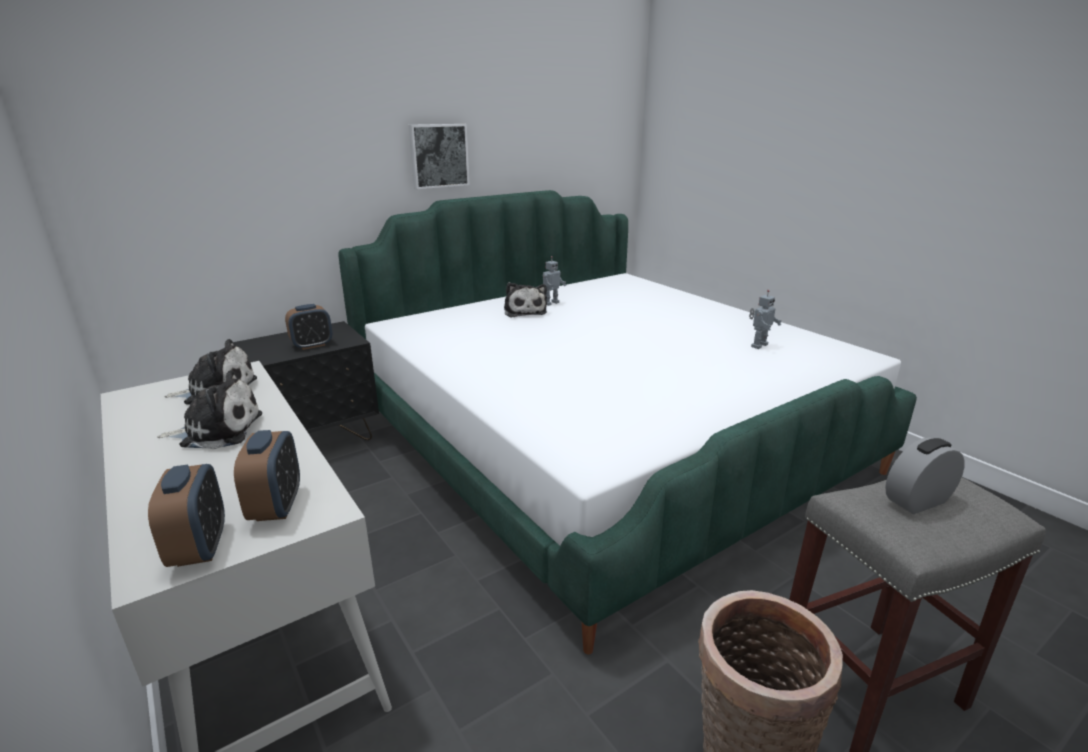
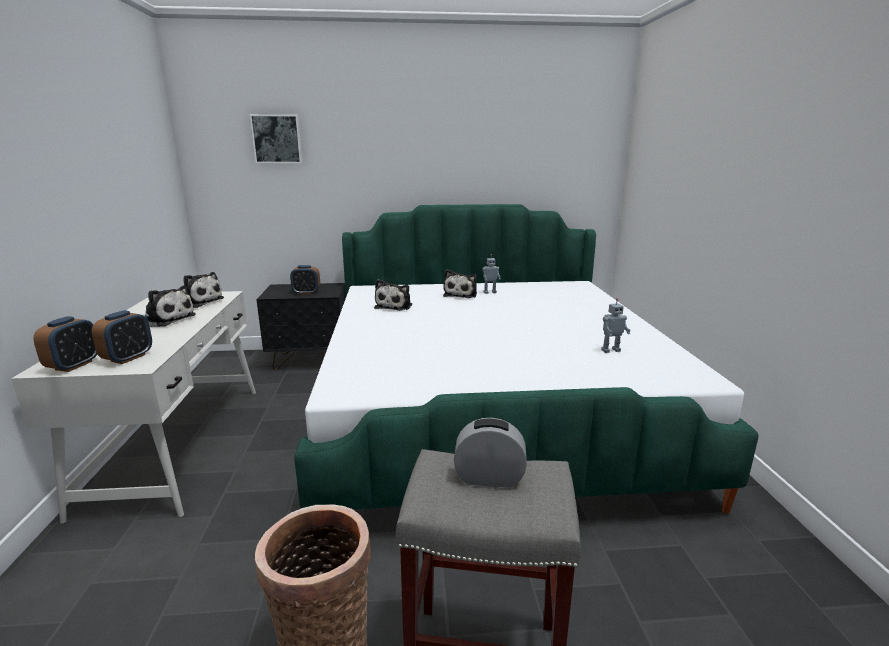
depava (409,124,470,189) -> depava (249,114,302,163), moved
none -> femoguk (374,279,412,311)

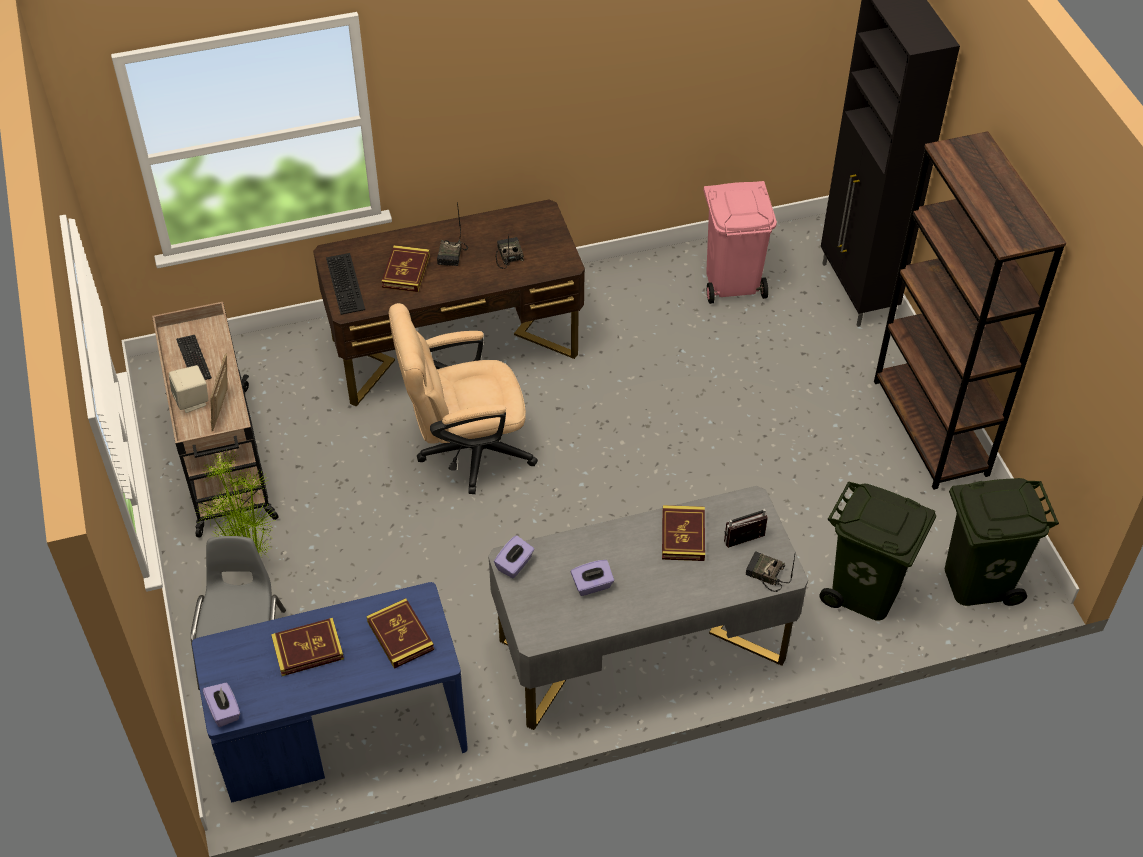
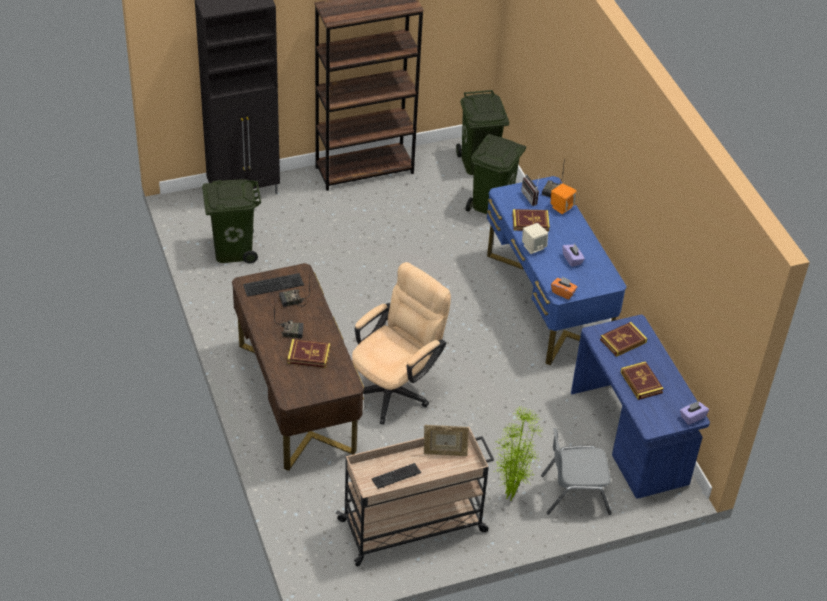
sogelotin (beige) (169,365,208,413) -> sogelotin (beige) (522,223,548,254), moved
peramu (326,253,365,315) -> peramu (243,273,304,297), moved
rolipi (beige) (388,303,538,494) -> rolipi (beige) (352,262,451,425), 120 degrees counterclockwise
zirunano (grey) (488,486,808,730) -> zirunano (blue) (487,176,627,365)
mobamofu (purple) (494,535,534,578) -> mobamofu (orange) (551,276,577,300)
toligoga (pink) (703,181,777,304) -> toligoga (green) (202,180,261,263)
none -> sogelotin (orange) (551,183,577,214)

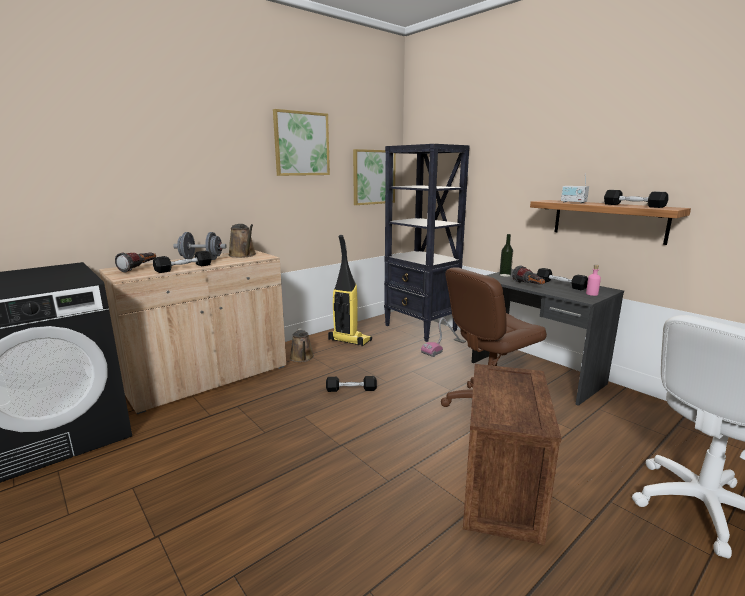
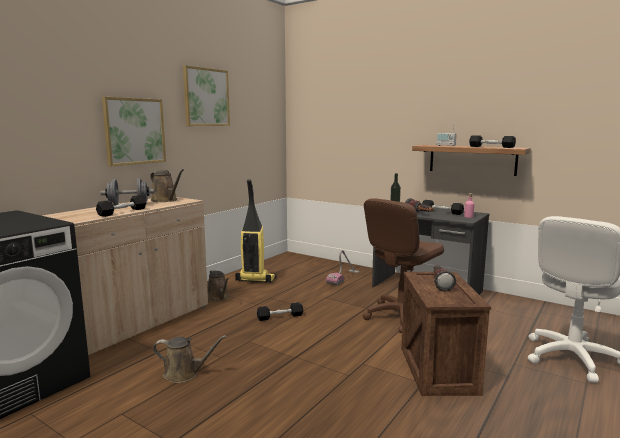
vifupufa (115,252,156,273) -> vifupufa (434,266,456,292), moved
depava (353,149,396,205) -> depava (102,97,166,166), moved
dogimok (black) (384,144,470,342) -> none
none -> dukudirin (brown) (153,335,227,383)

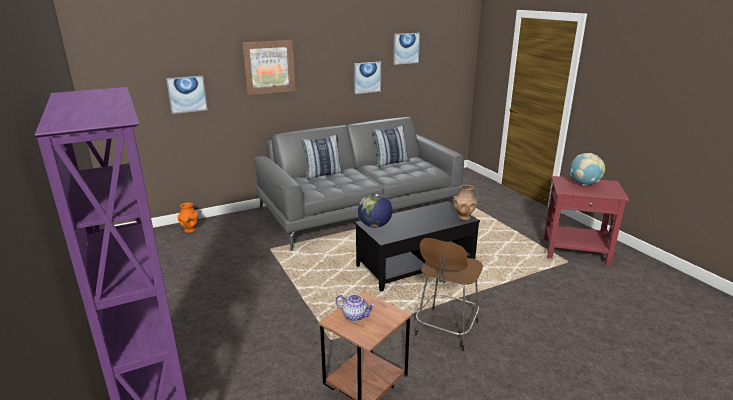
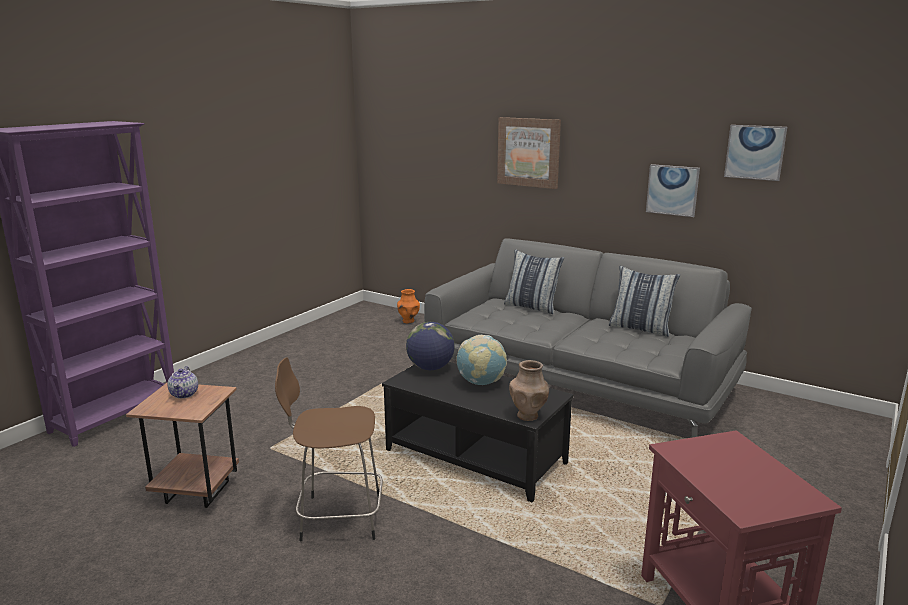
depava (166,76,208,114) -> none
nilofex (570,153,605,185) -> nilofex (456,335,507,385), moved

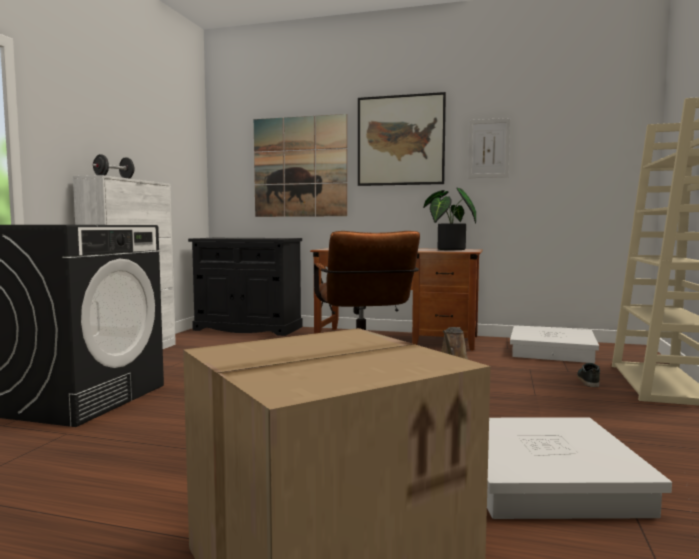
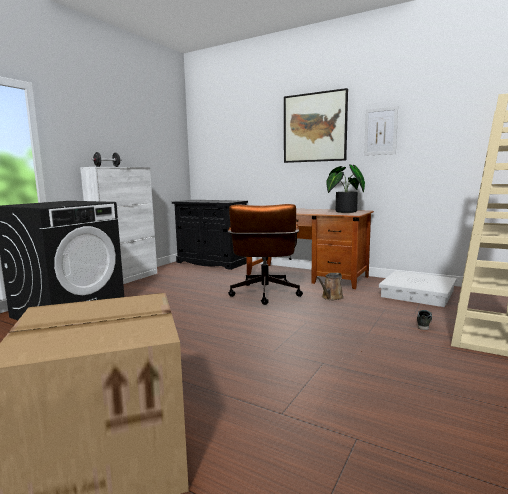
depava (254,114,347,217) -> none
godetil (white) (487,417,672,519) -> none

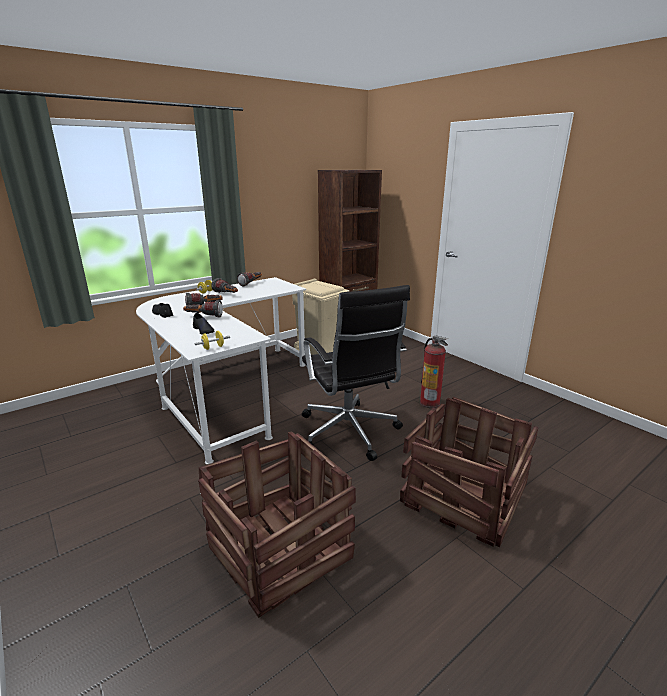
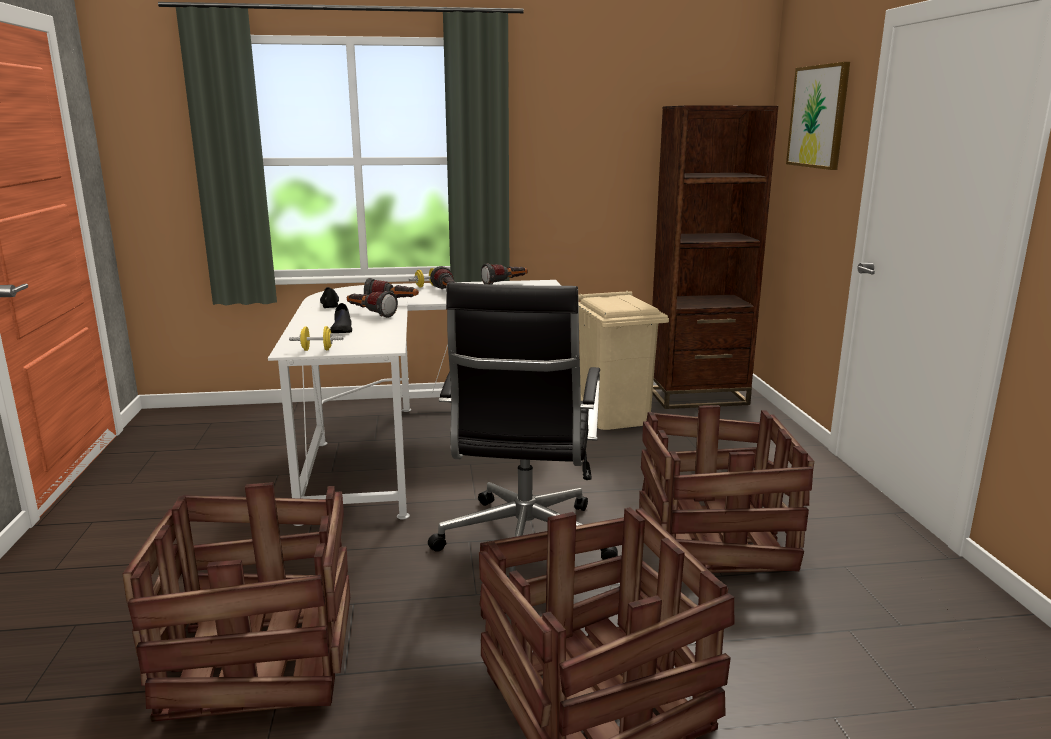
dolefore (420,335,449,408) -> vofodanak (639,405,814,573)
none -> depava (786,62,850,170)

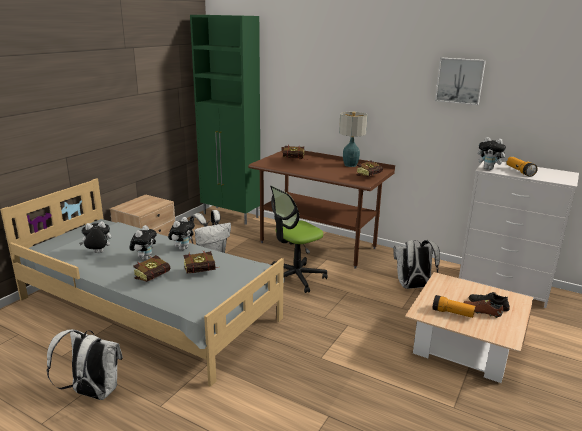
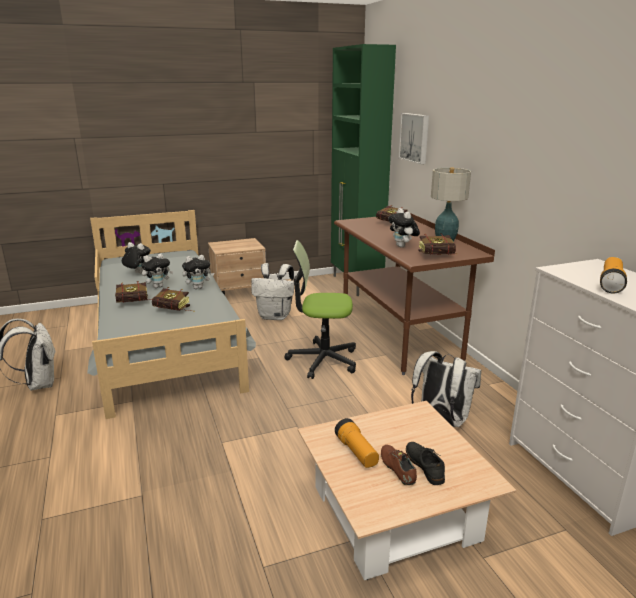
depava (435,58,486,105) -> depava (399,113,429,164), moved
femoguk (478,137,508,170) -> femoguk (388,208,420,248), moved

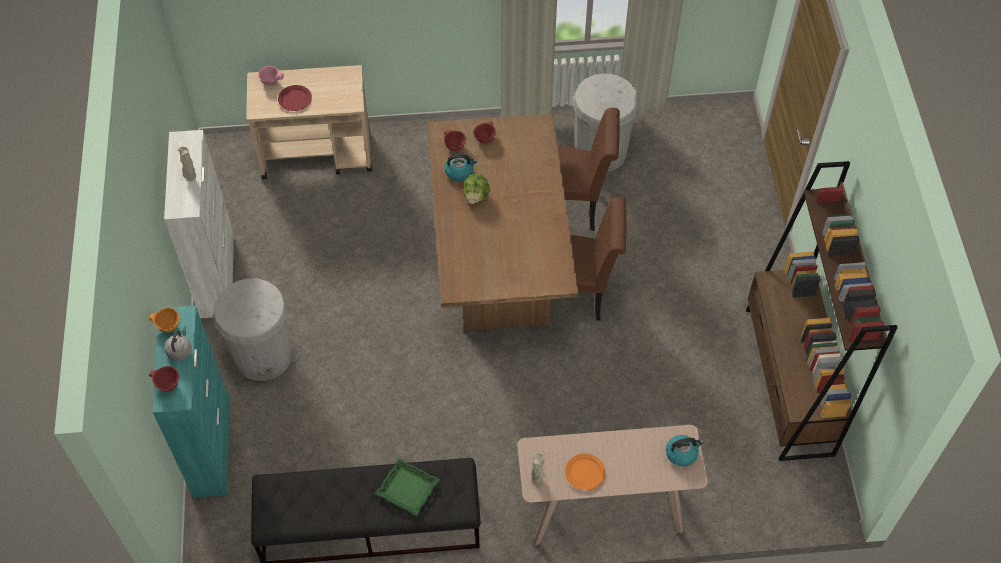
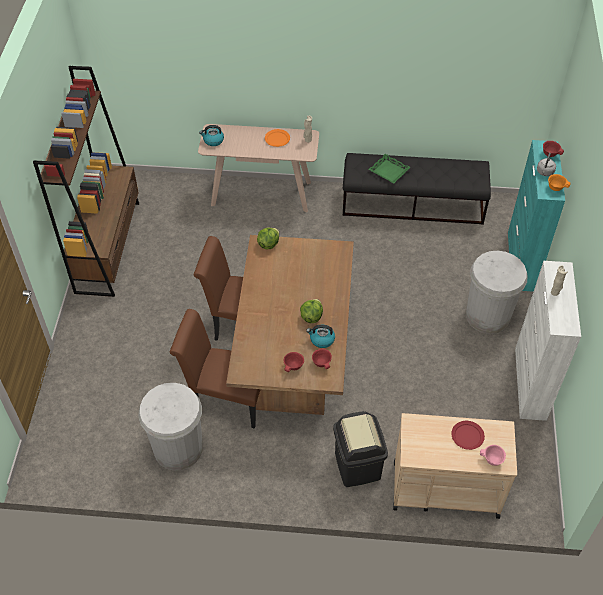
none -> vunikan (257,228,279,249)
none -> toligoga (black) (333,411,388,487)

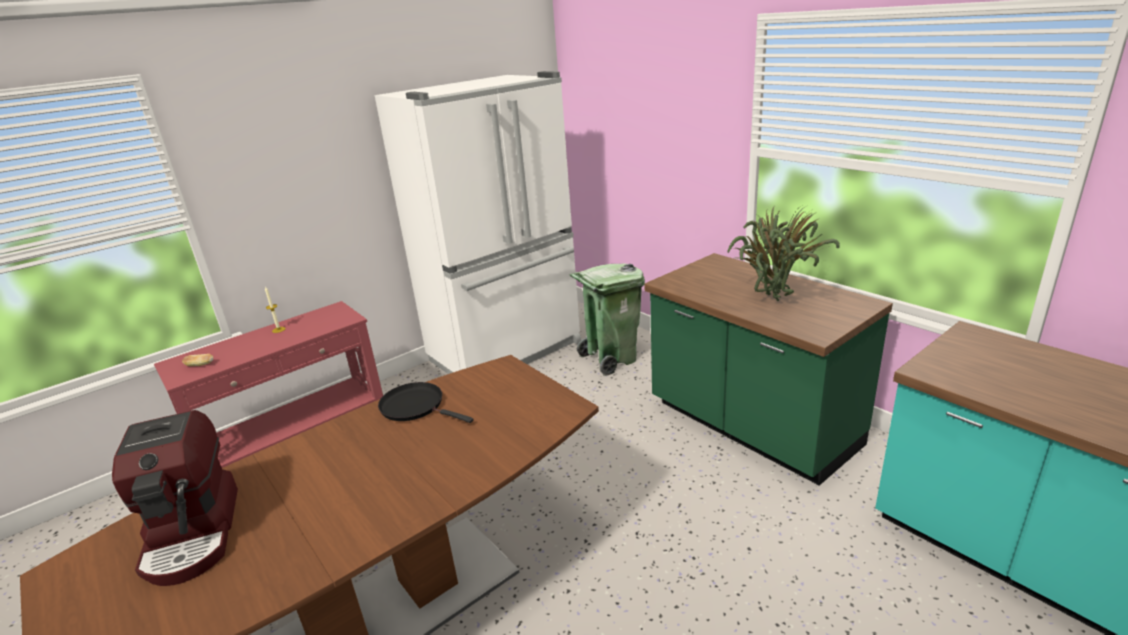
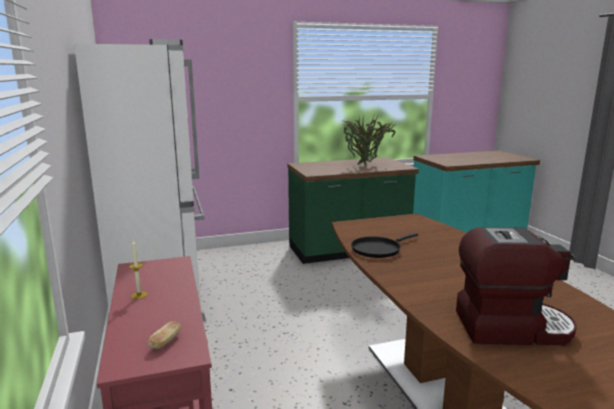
toligoga (green) (570,263,645,376) -> none

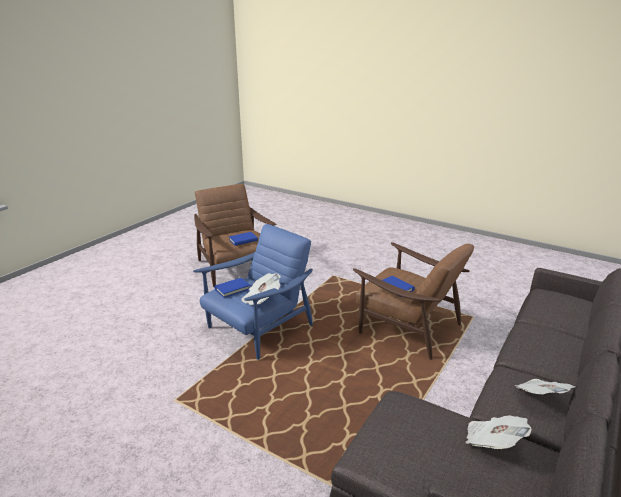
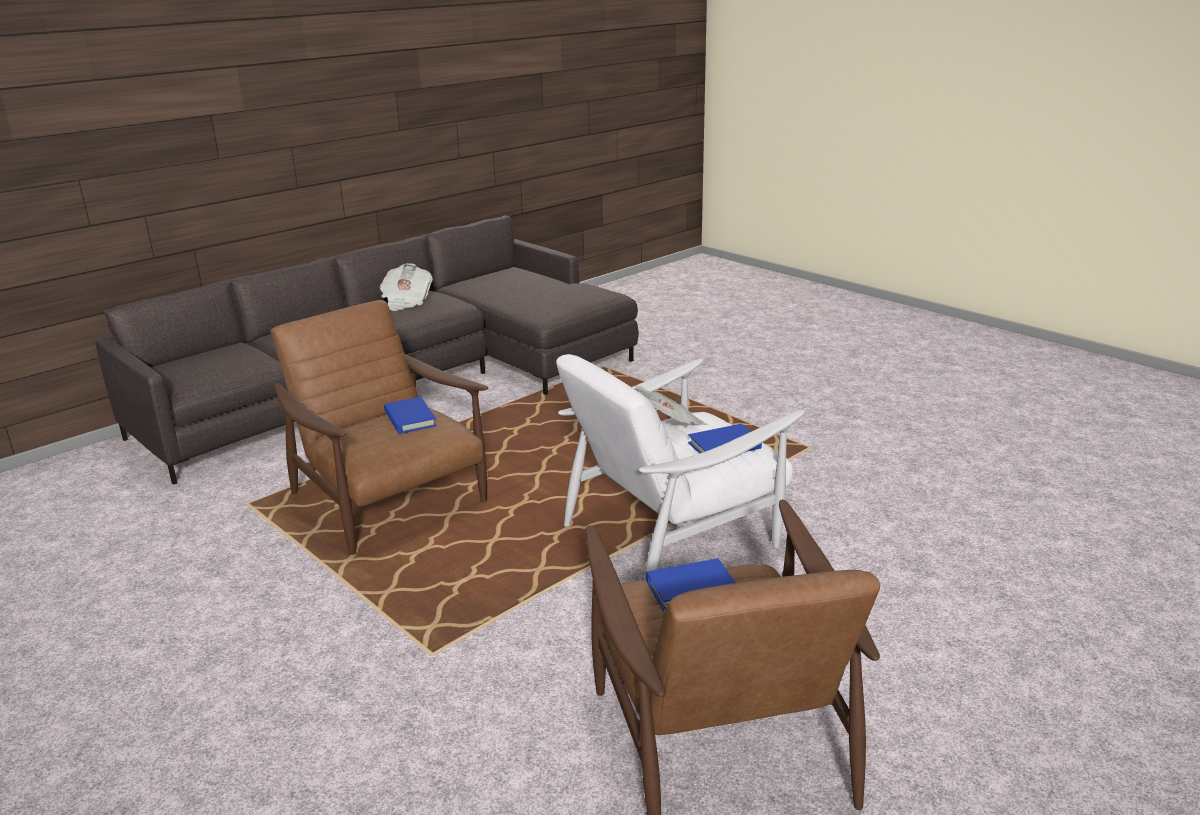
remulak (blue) (193,224,313,360) -> remulak (white) (556,354,805,580)
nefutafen (466,415,532,449) -> none

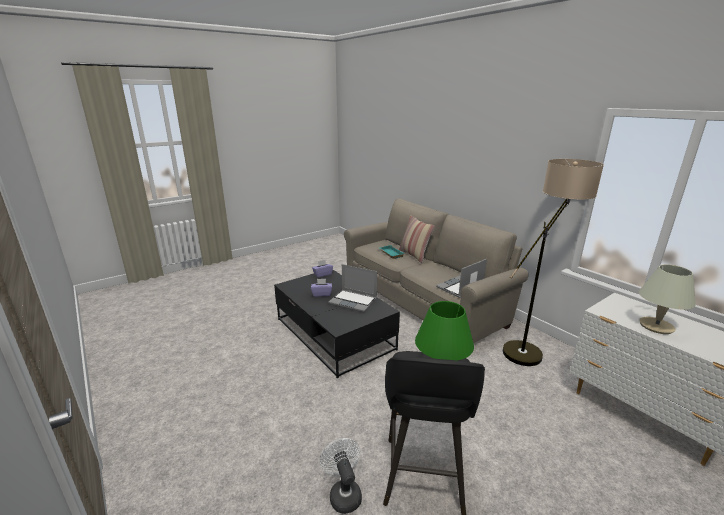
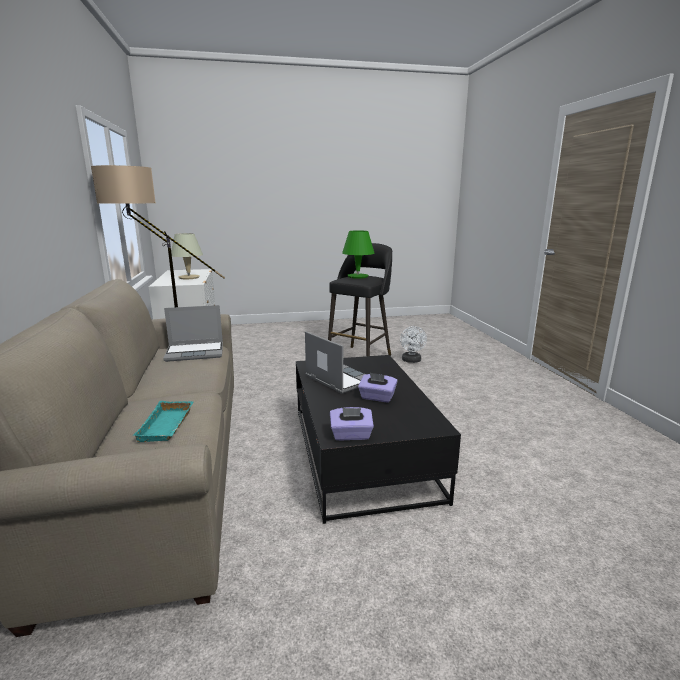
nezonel (399,215,435,263) -> none

